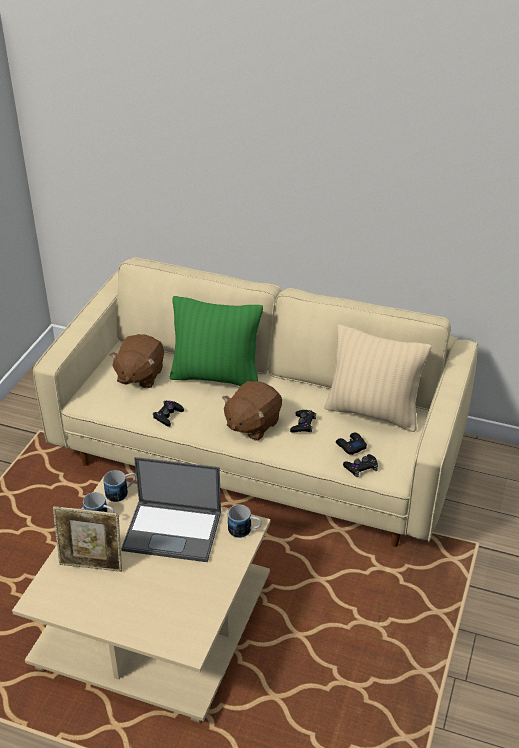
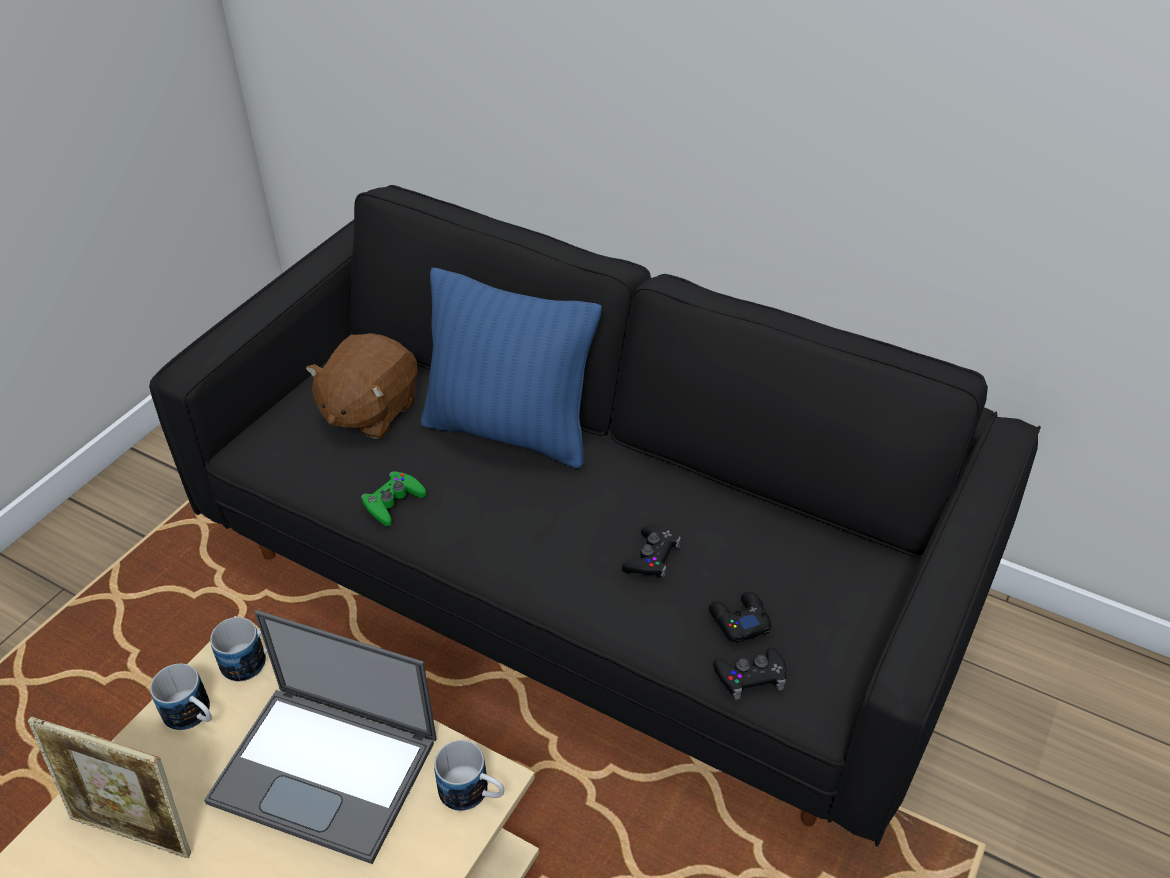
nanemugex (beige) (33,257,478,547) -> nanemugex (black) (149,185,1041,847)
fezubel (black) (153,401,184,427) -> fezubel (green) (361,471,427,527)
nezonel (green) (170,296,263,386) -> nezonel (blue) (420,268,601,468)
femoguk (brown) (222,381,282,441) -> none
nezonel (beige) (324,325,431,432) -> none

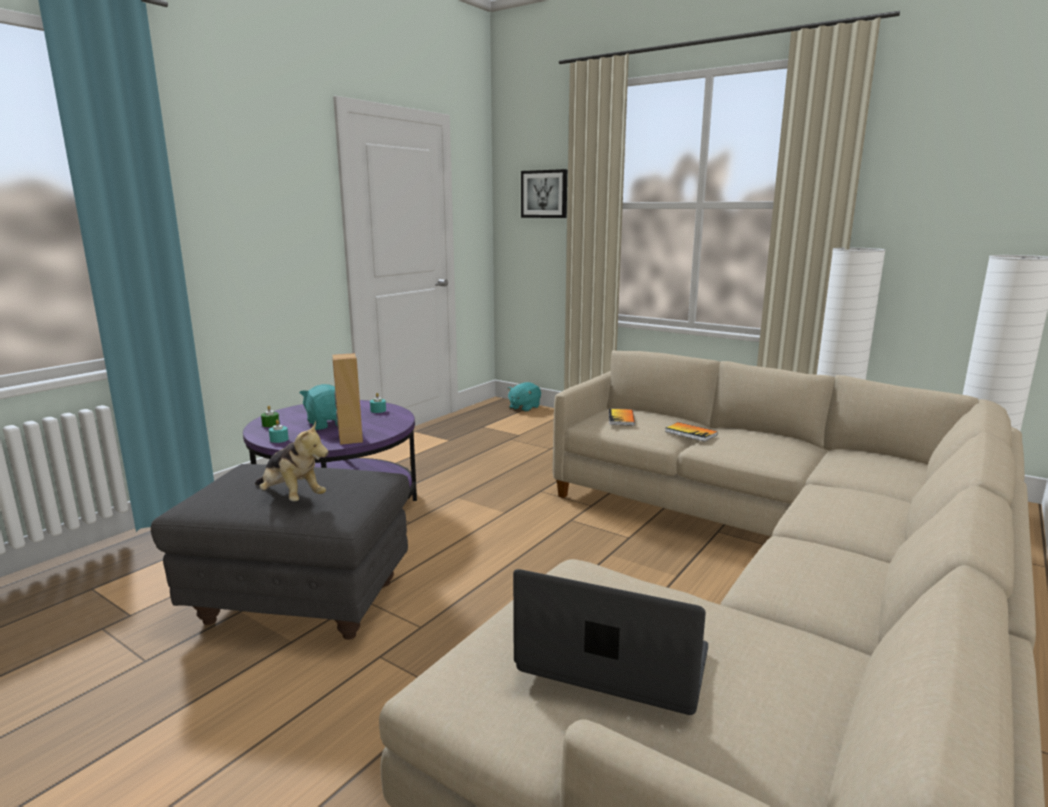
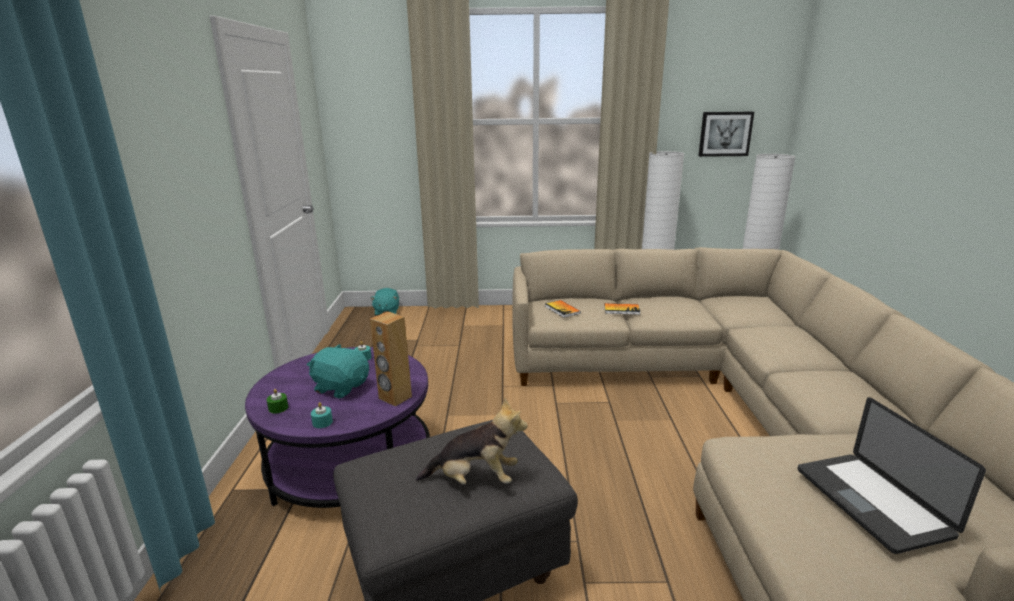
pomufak (513,569,708,715) -> pomufak (798,397,986,554), 90 degrees counterclockwise
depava (521,169,567,218) -> depava (699,112,754,157), moved

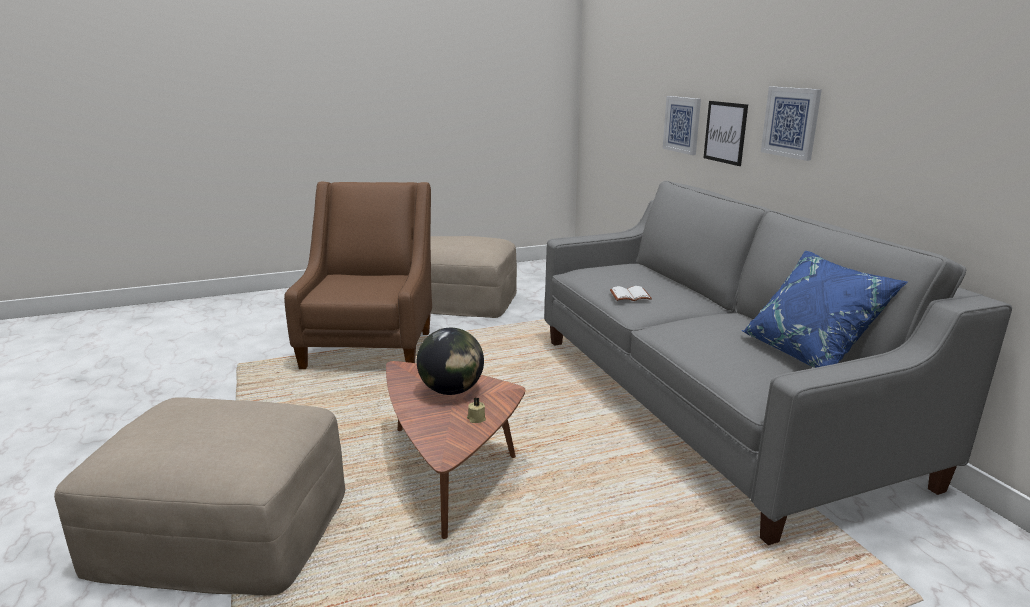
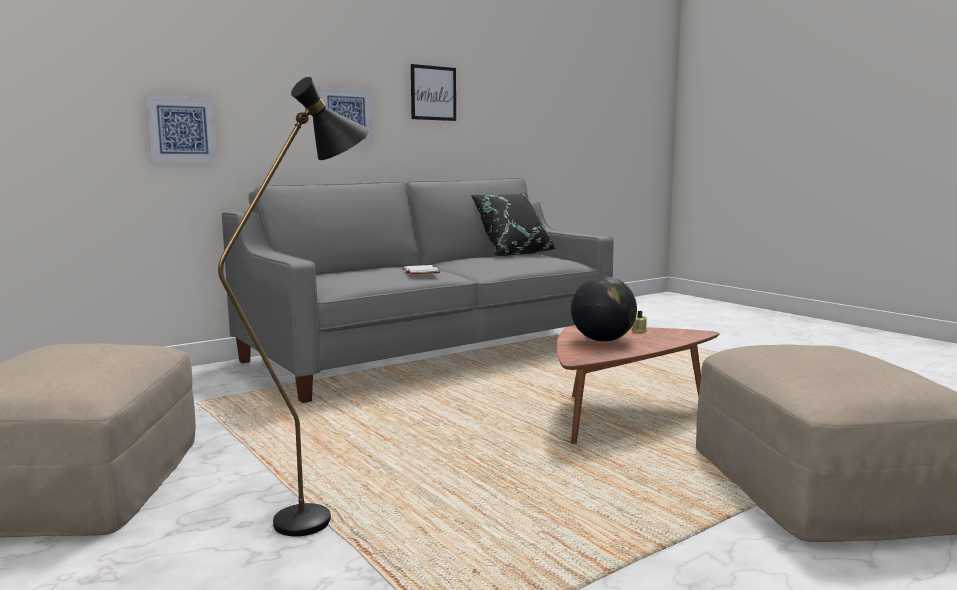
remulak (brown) (284,182,432,369) -> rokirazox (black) (218,77,369,536)
depava (703,101,748,166) -> depava (411,64,456,121), moved
nezonel (blue) (741,251,908,368) -> nezonel (black) (471,193,555,256)

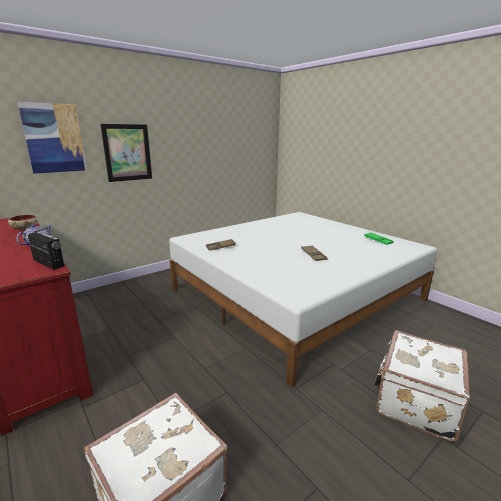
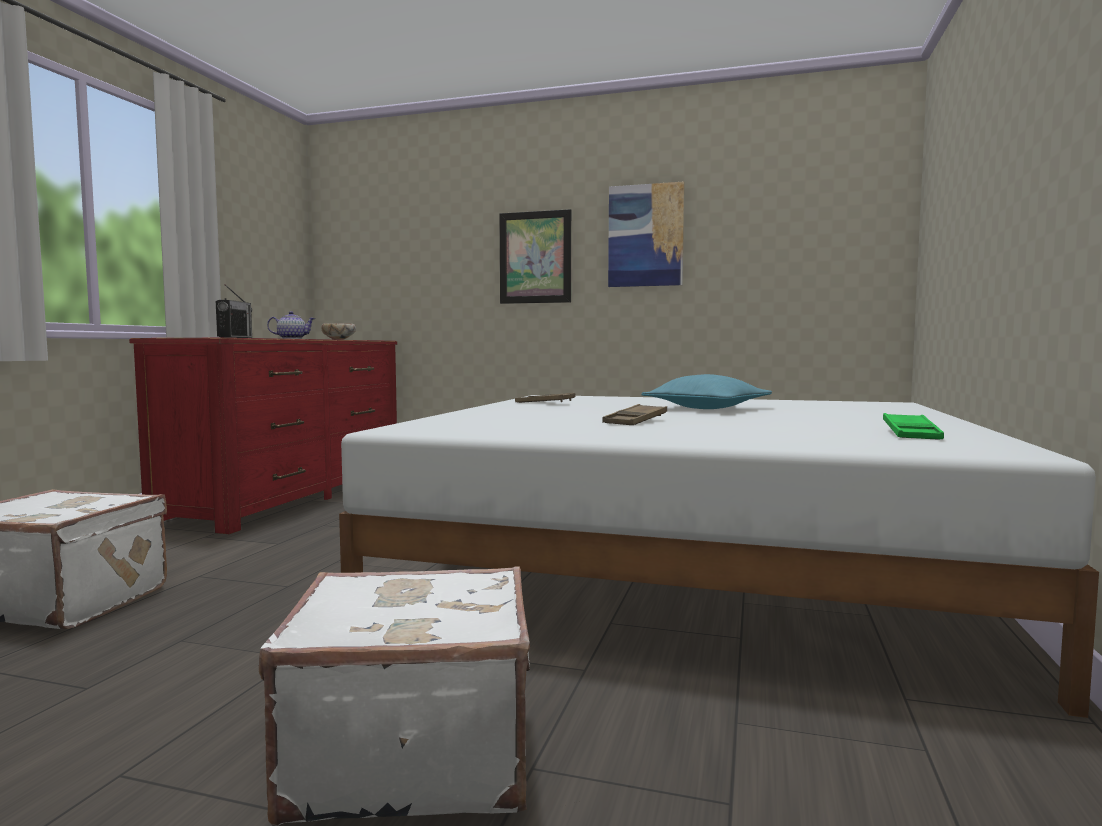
depava (18,102,86,174) -> depava (608,182,684,287), moved
none -> nezonel (turquoise) (641,374,772,409)

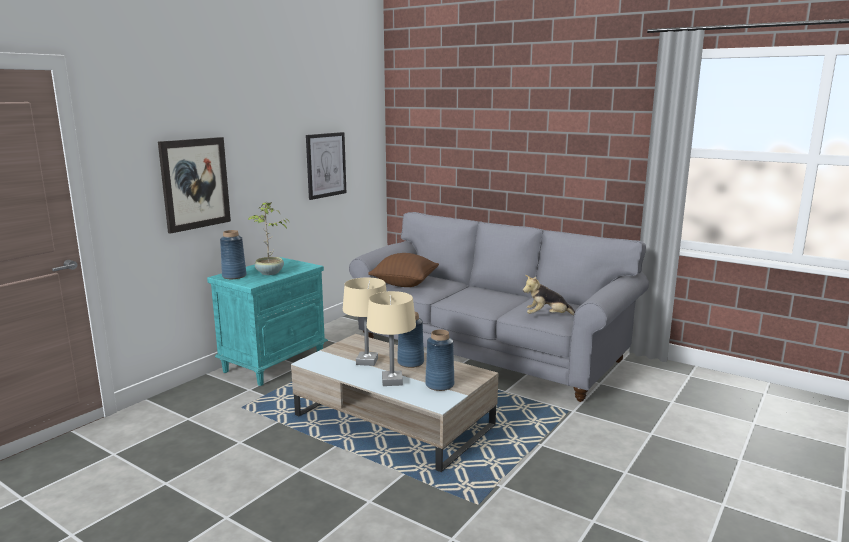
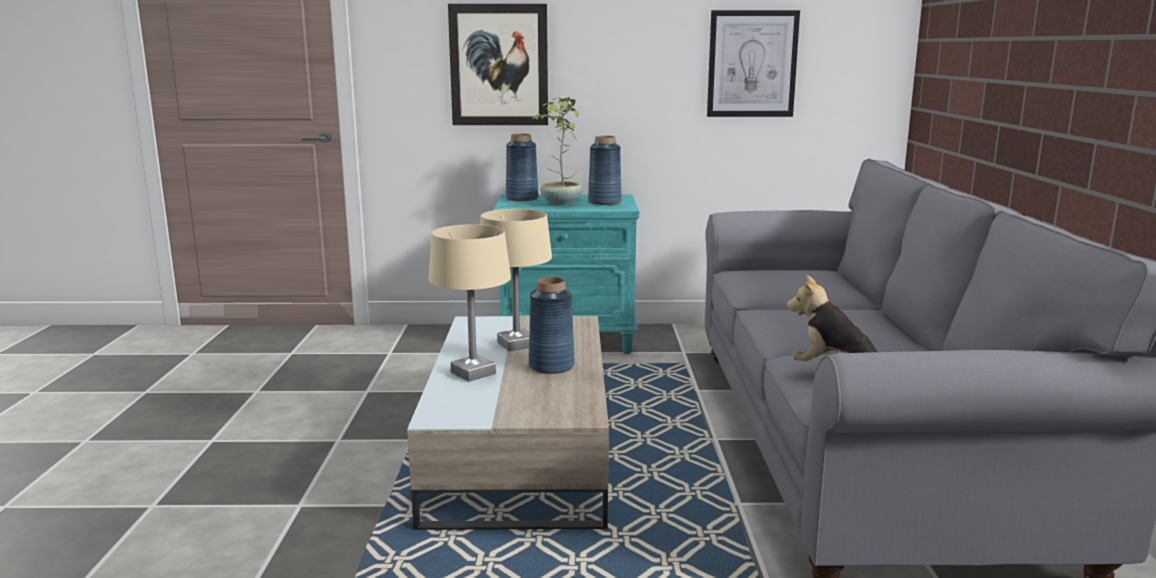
nezonel (brown) (368,253,439,287) -> none
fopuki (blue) (425,329,454,391) -> fopuki (blue) (588,136,622,205), moved

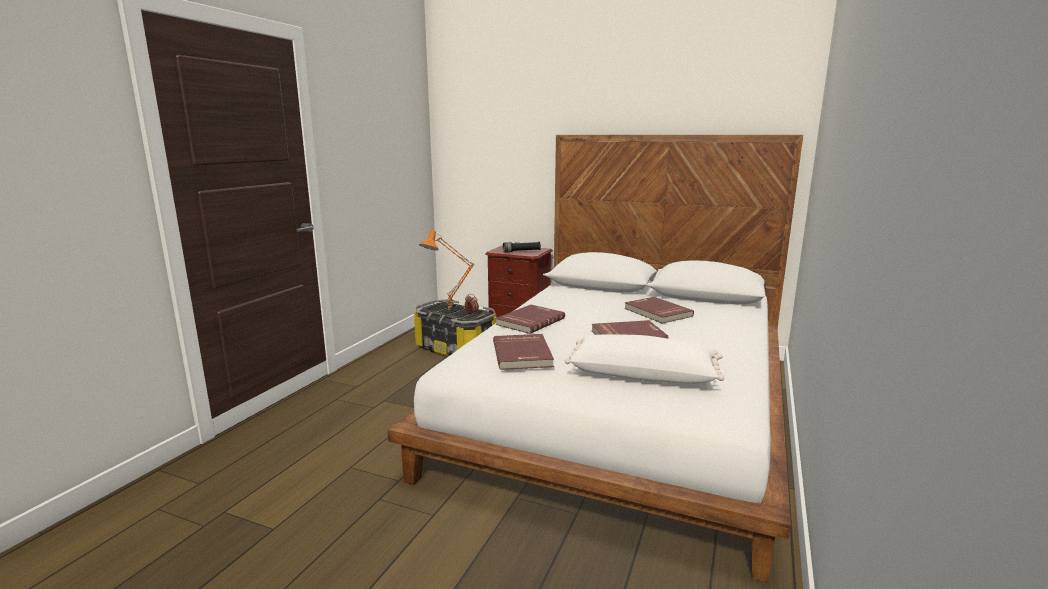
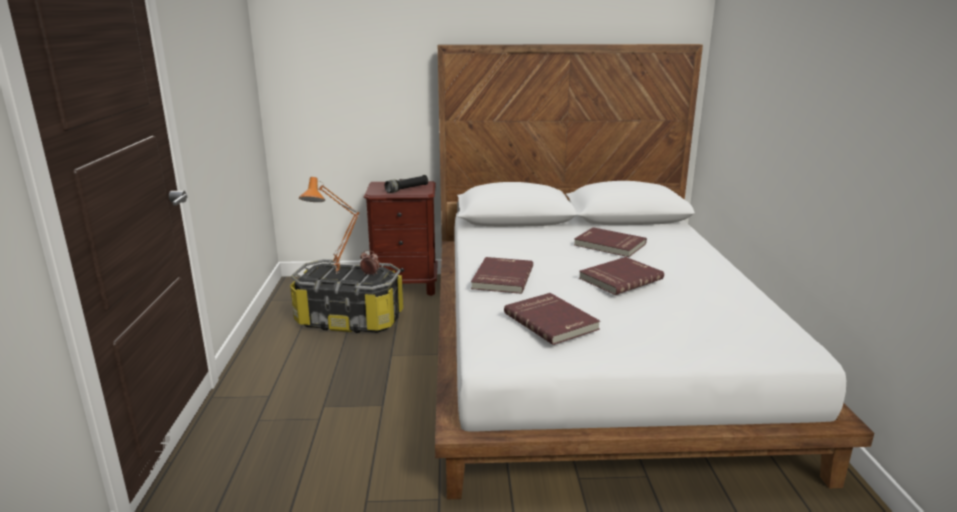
nezonel (white) (565,334,724,384) -> none

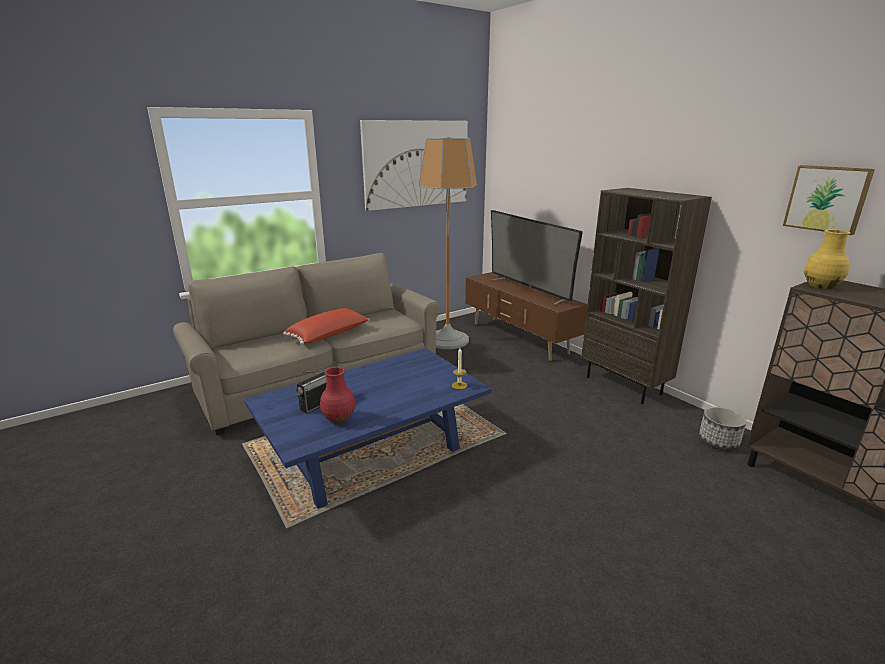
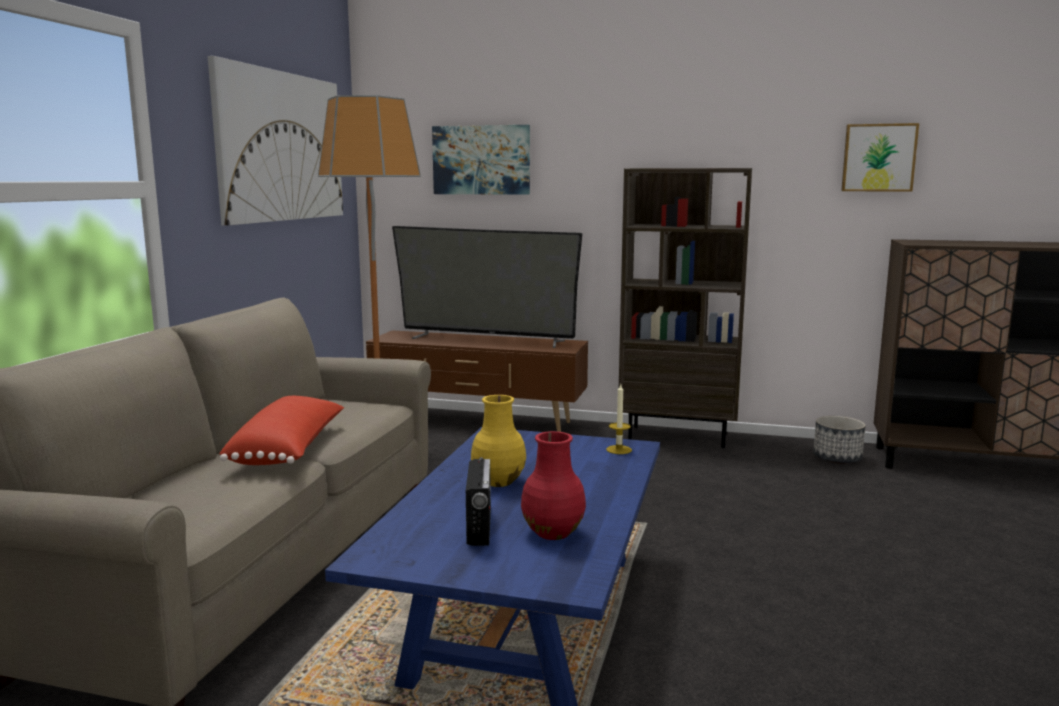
fopuki (yellow) (804,230,850,289) -> fopuki (yellow) (471,395,526,487), moved
none -> depava (432,125,530,195)

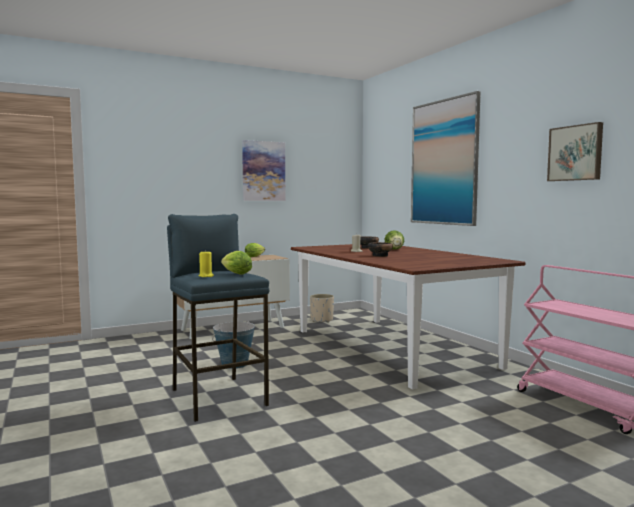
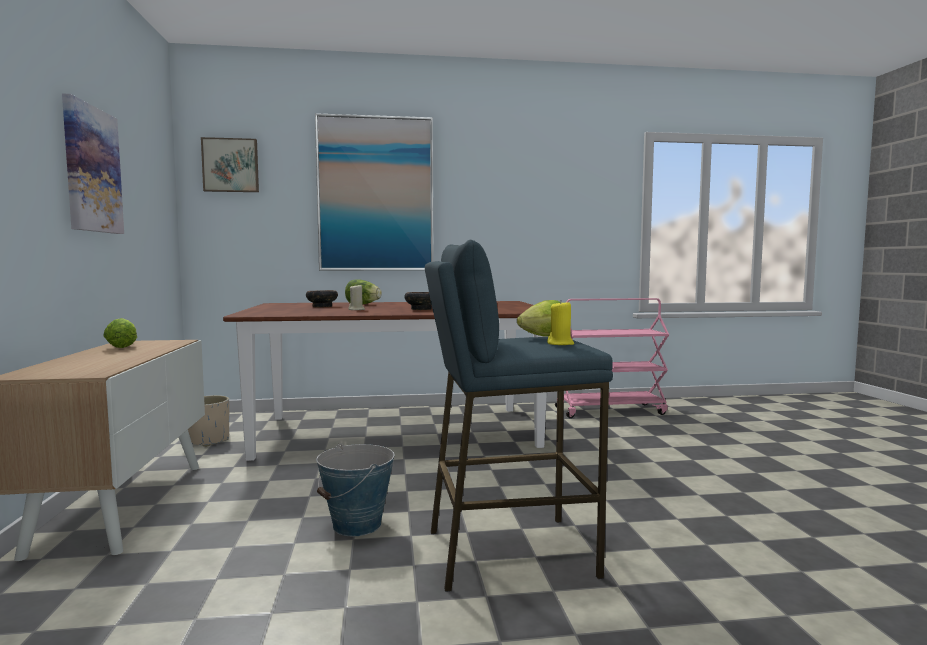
depava (547,122,603,181) -> depava (201,137,259,192), moved

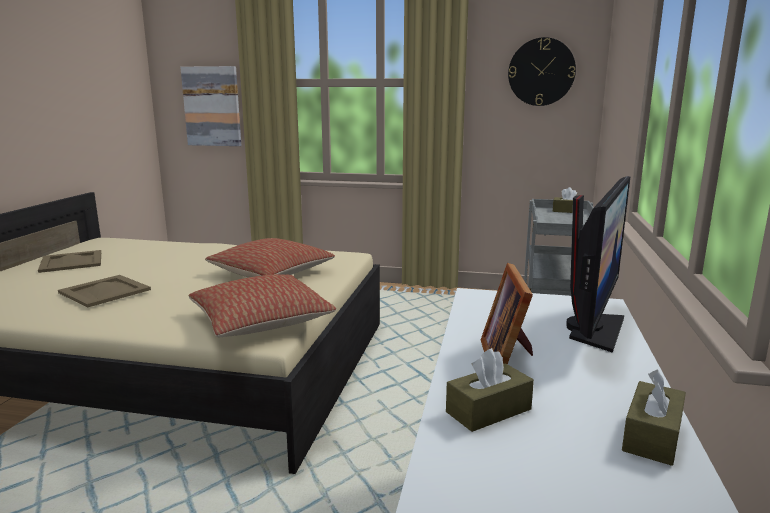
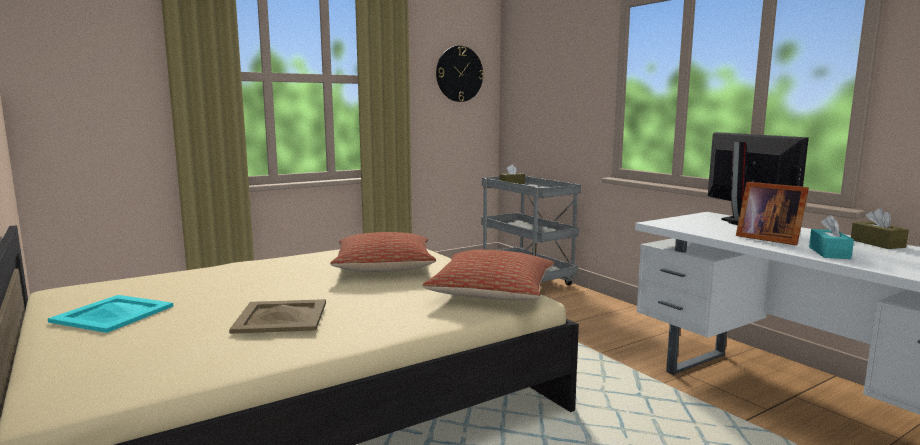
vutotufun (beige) (38,250,101,273) -> vutotufun (turquoise) (48,295,173,333)
depava (180,66,241,146) -> none
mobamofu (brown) (446,348,534,432) -> mobamofu (turquoise) (809,215,854,259)

